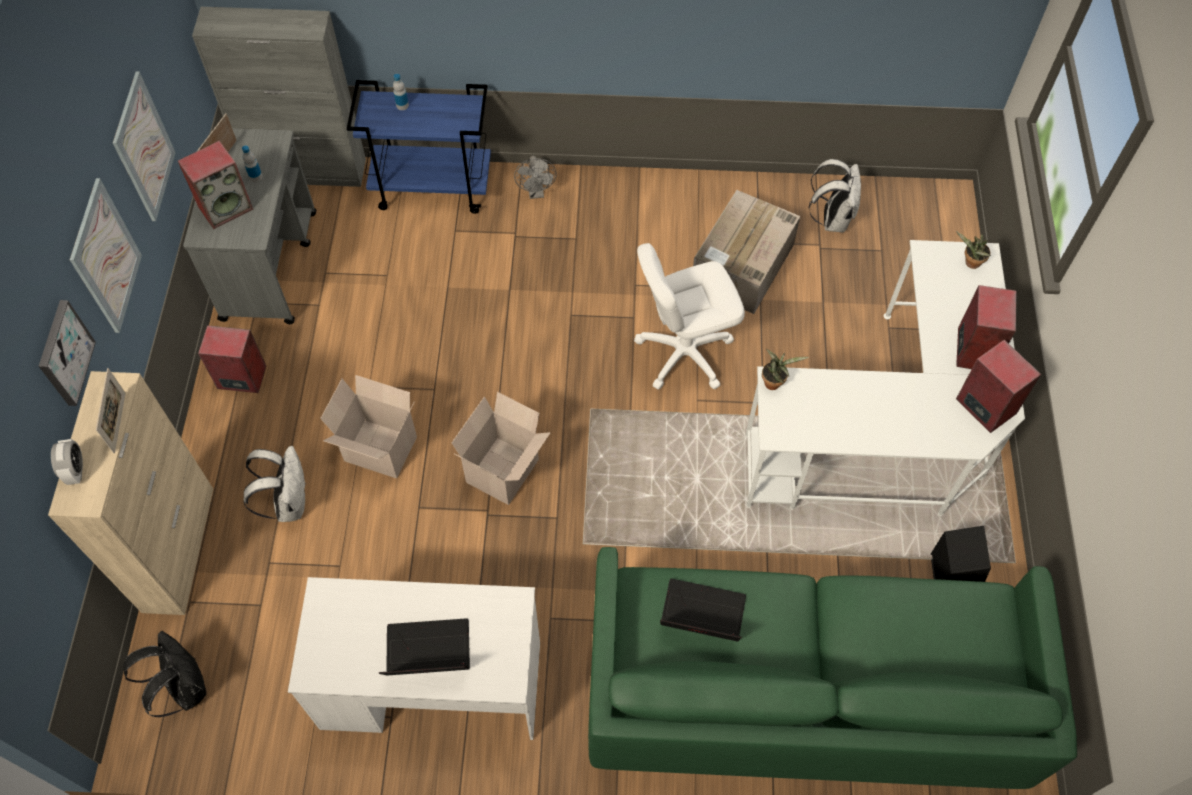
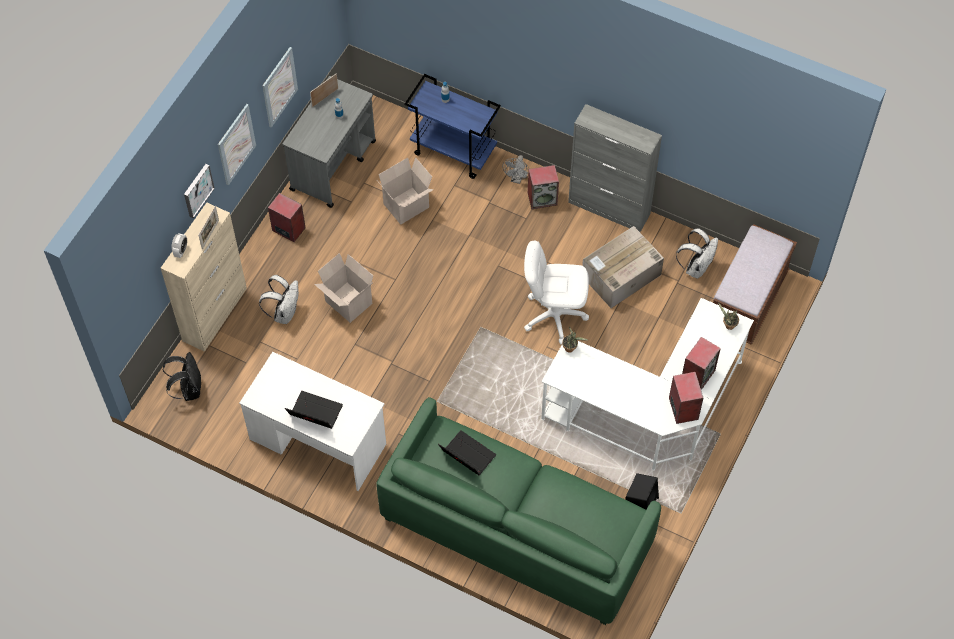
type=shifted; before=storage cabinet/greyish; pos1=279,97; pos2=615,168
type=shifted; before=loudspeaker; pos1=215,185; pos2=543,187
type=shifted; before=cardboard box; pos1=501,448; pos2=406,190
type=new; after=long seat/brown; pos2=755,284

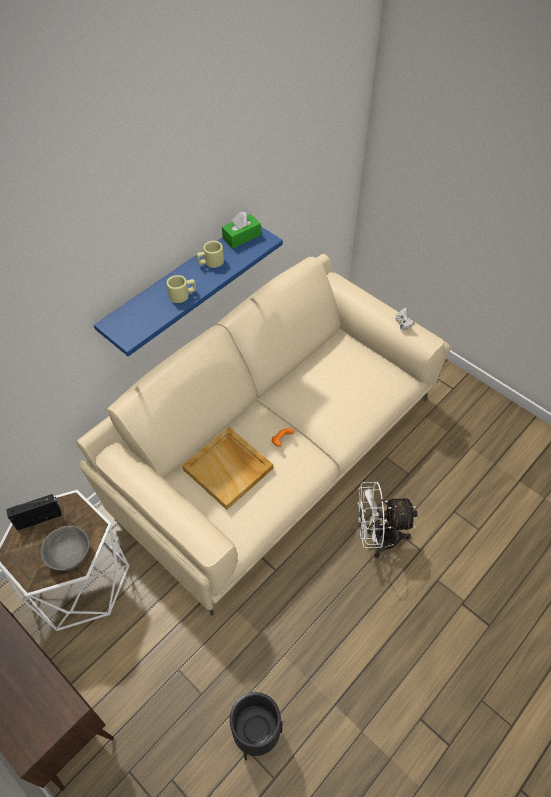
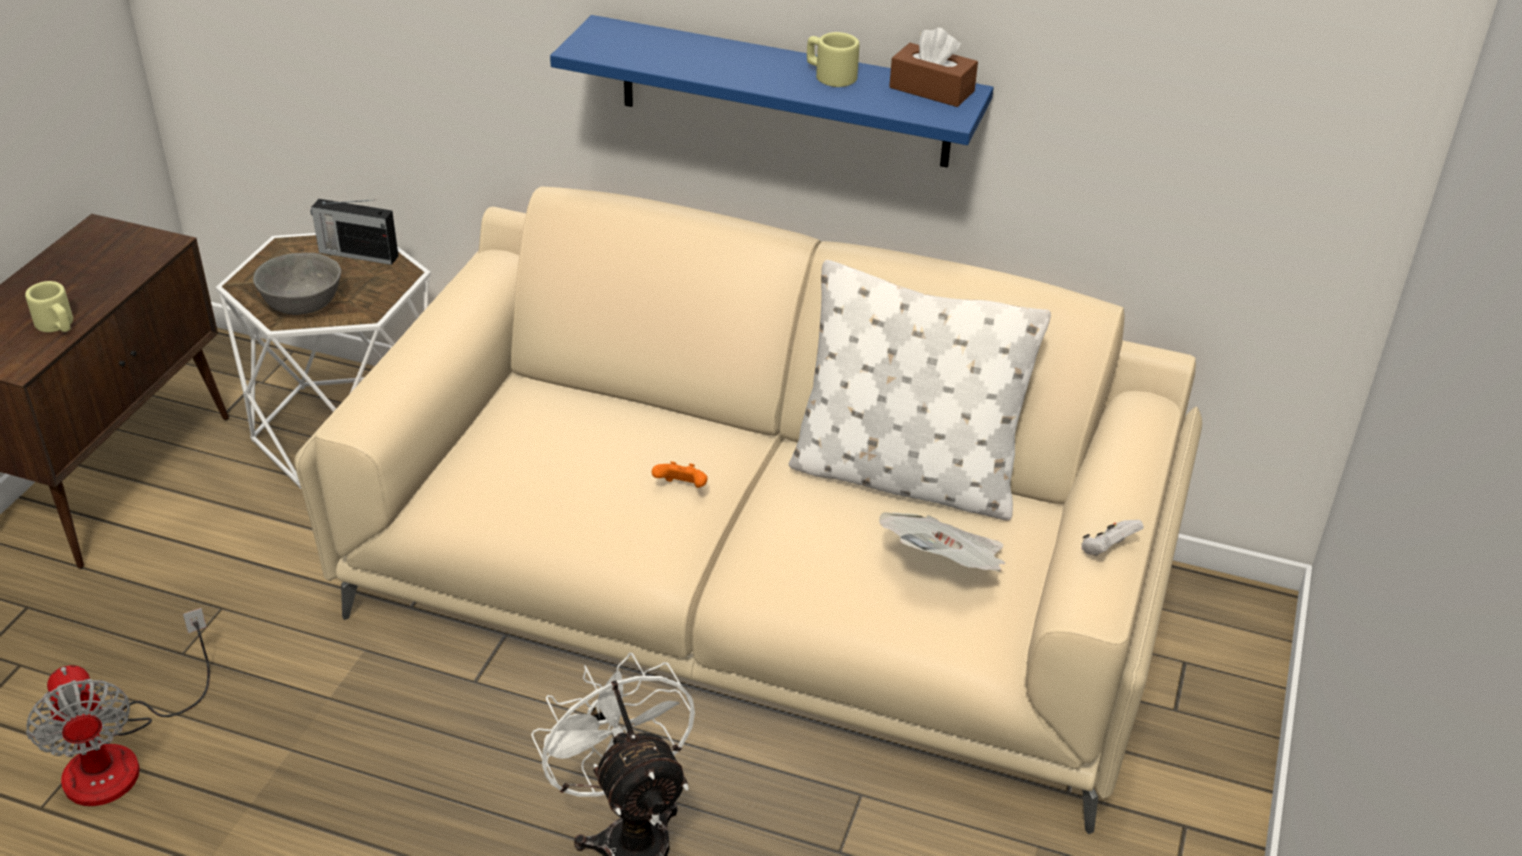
type=repainted; before=box of tissues/greenish; after=box of tissues/brown; pos1=241,230; pos2=933,67
type=shifted; before=coffee mug/beige-coloured; pos1=181,289; pos2=49,306
type=gone; before=tray/beige-coloured; pos1=227,468
type=rotated; before=radio; pos1=34,512; pos2=354,232; turn=150
type=swapped; before=plant pot/black-coloured; after=electric fan; pos1=256,726; pos2=118,707
type=new; after=cushion/white; pos2=920,390
type=new; after=daily paper; pos2=942,542

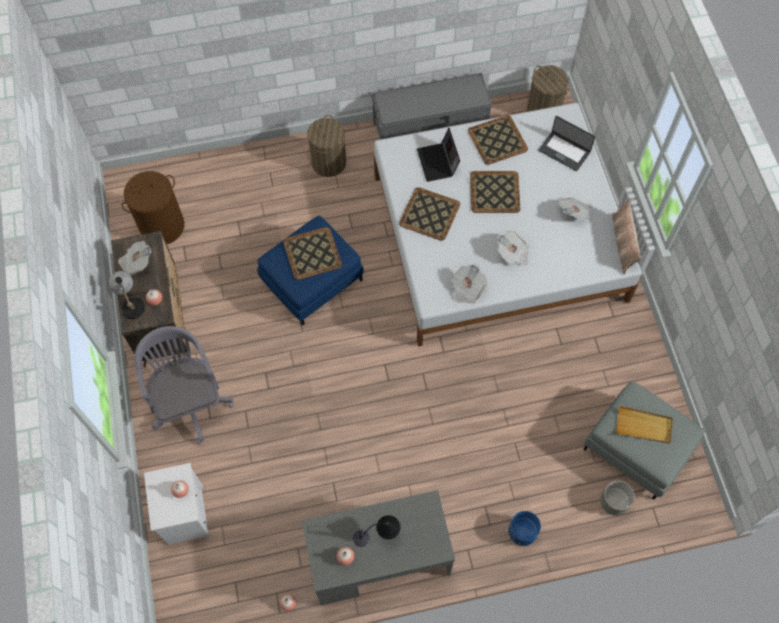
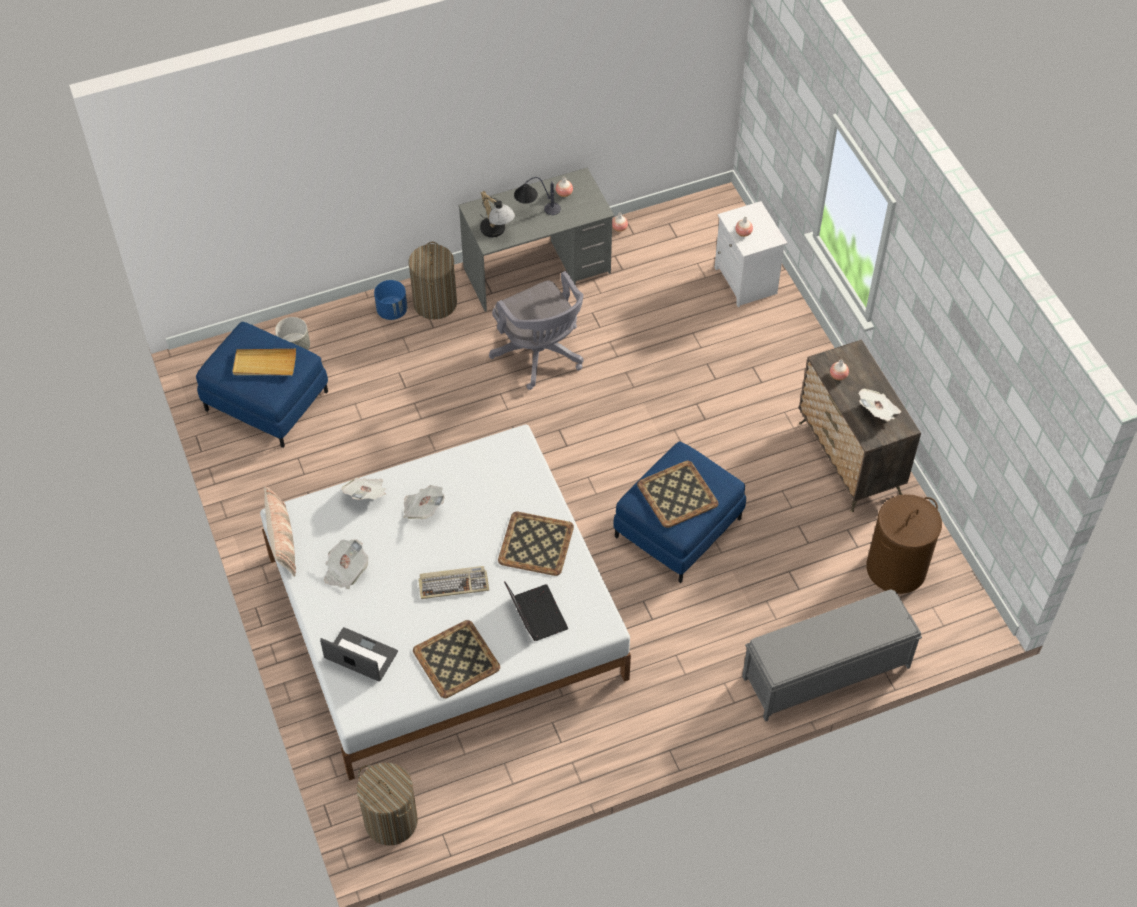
type=shifted; before=long seat/greyish; pos1=431,106; pos2=832,655
type=shifted; before=laundry basket; pos1=326,146; pos2=432,281
type=swapped; before=tray; after=keyboard; pos1=495,192; pos2=453,582
type=shifted; before=daily paper; pos1=469,283; pos2=364,489
type=shifted; before=table lamp; pos1=126,298; pos2=497,214
type=shifted; before=desk chair/greyish; pos1=184,385; pos2=536,330
type=repainted; before=ottoman/greyish; after=ottoman/blue-coloured; pos1=644,440; pos2=262,385

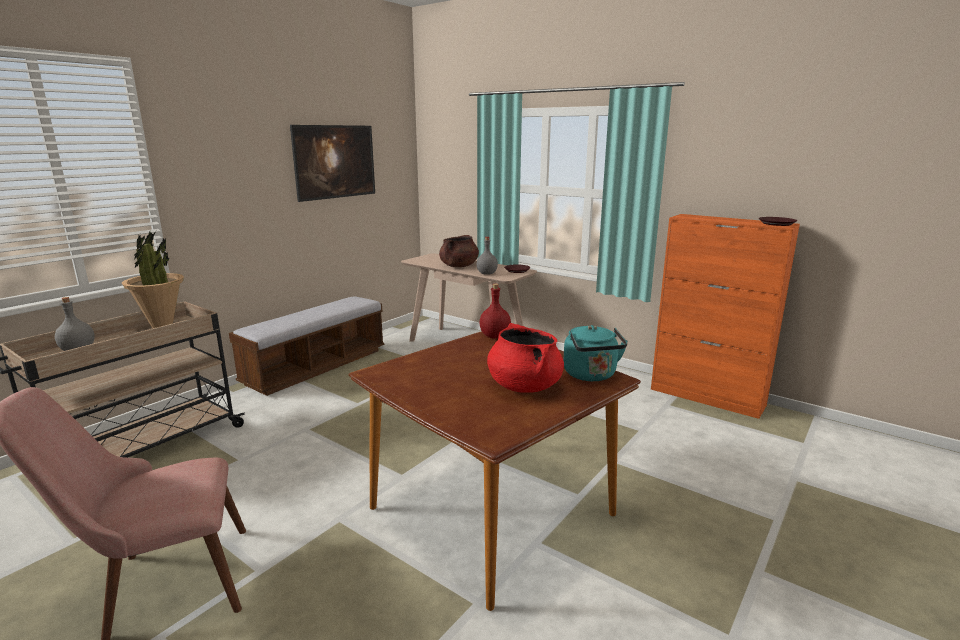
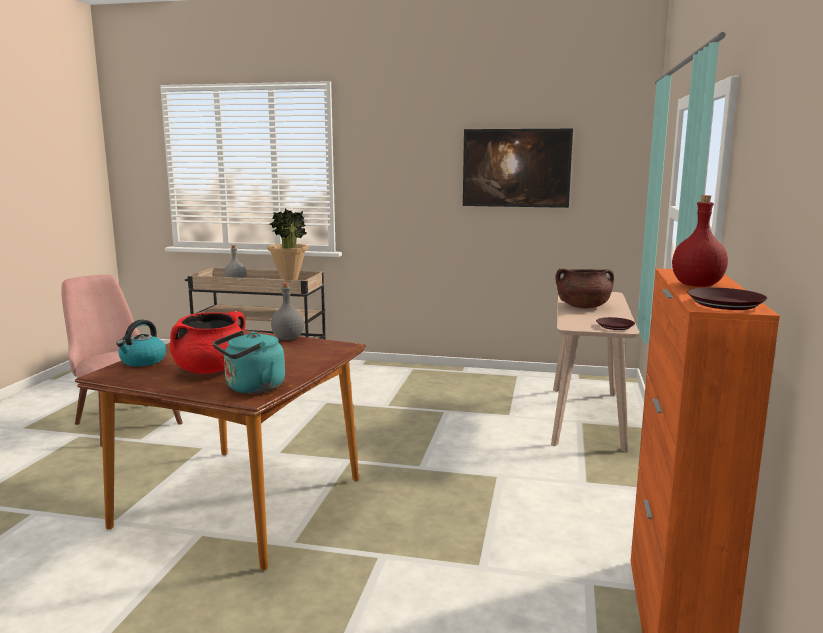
type=shifted; before=bottle/greyish; pos1=487,256; pos2=287,311
type=shifted; before=bottle/reddish; pos1=495,311; pos2=700,241
type=gone; before=long seat; pos1=306,346
type=new; after=water kettle; pos2=141,343

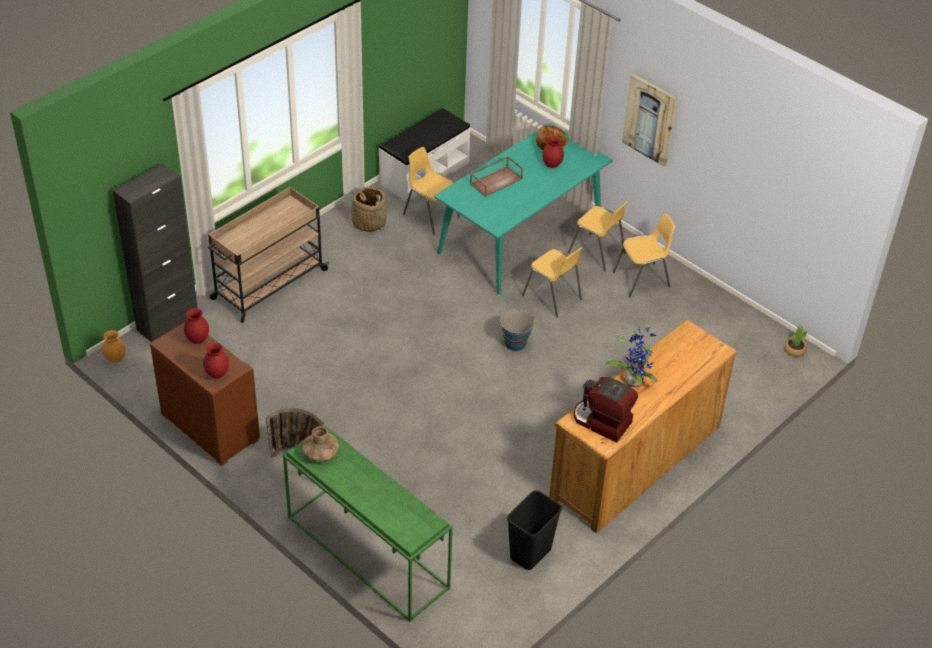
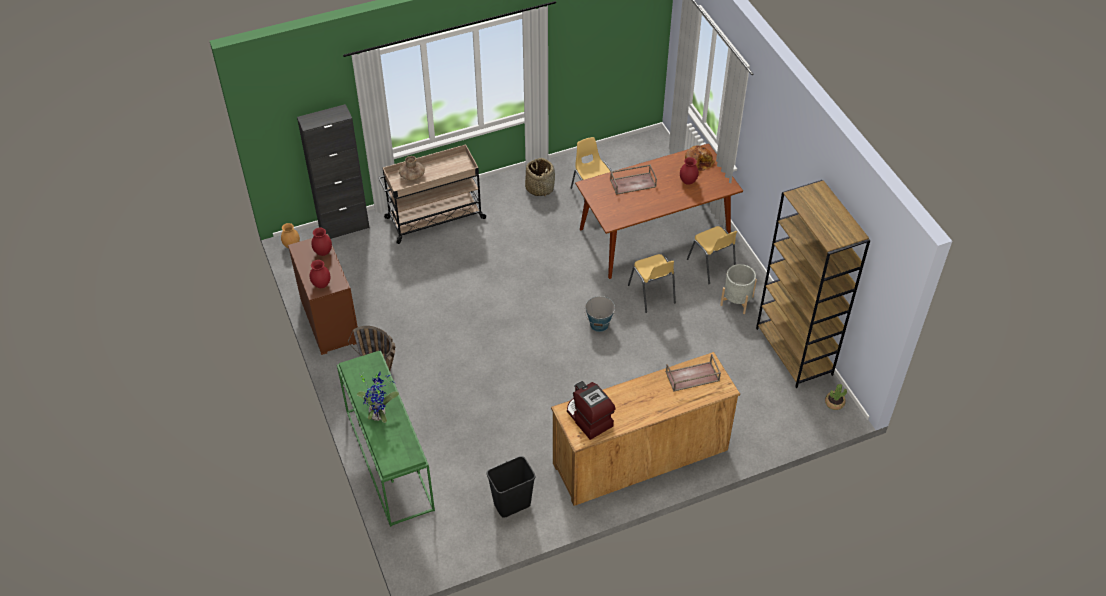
type=gone; before=picture; pos1=649,120
type=gone; before=long seat/white; pos1=425,155
type=repainted; before=kitchen table/blue-green; after=kitchen table/brown; pos1=523,209; pos2=659,211
type=swapped; before=plain chair/yellowish; after=plant pot/greyish; pos1=644,255; pos2=738,289
type=shifted; before=plant in a pot; pos1=631,356; pos2=378,397
type=shifted; before=decorative vase/brown; pos1=320,443; pos2=412,168
type=new; after=bookcase/brown; pos2=813,284
type=new; after=tray/brown; pos2=693,373

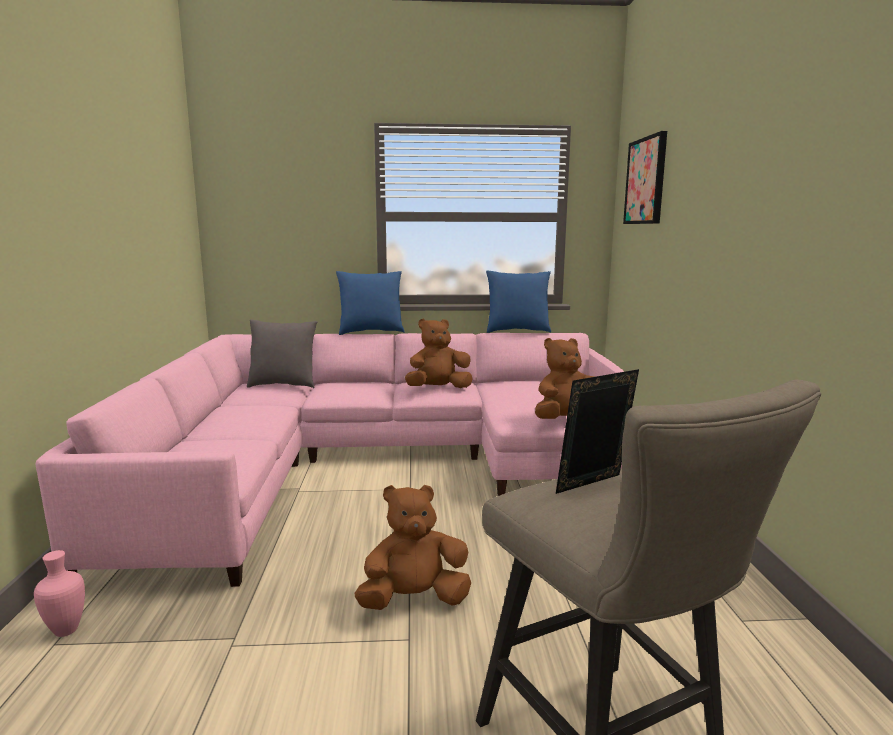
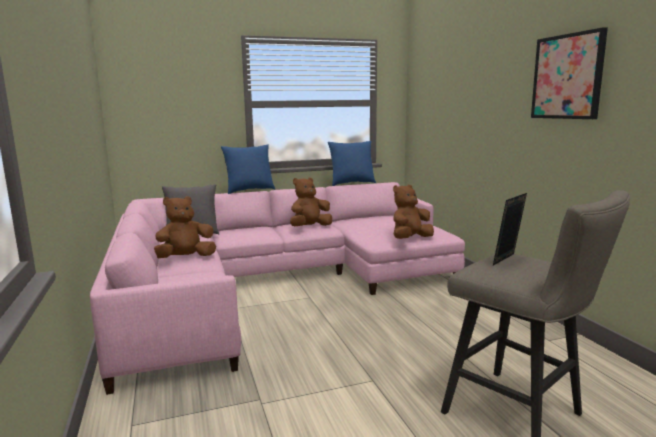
type=shifted; before=picture; pos1=645,177; pos2=569,73
type=shifted; before=plush toy/brown; pos1=412,547; pos2=185,227
type=gone; before=decorative vase/pink; pos1=59,593

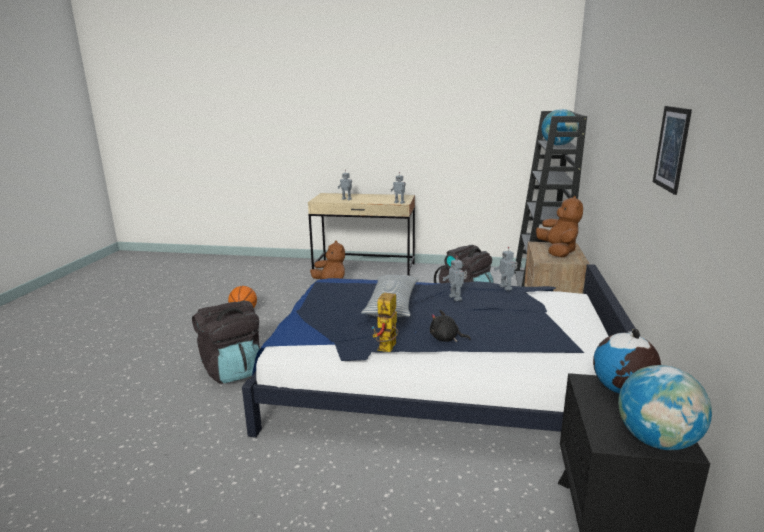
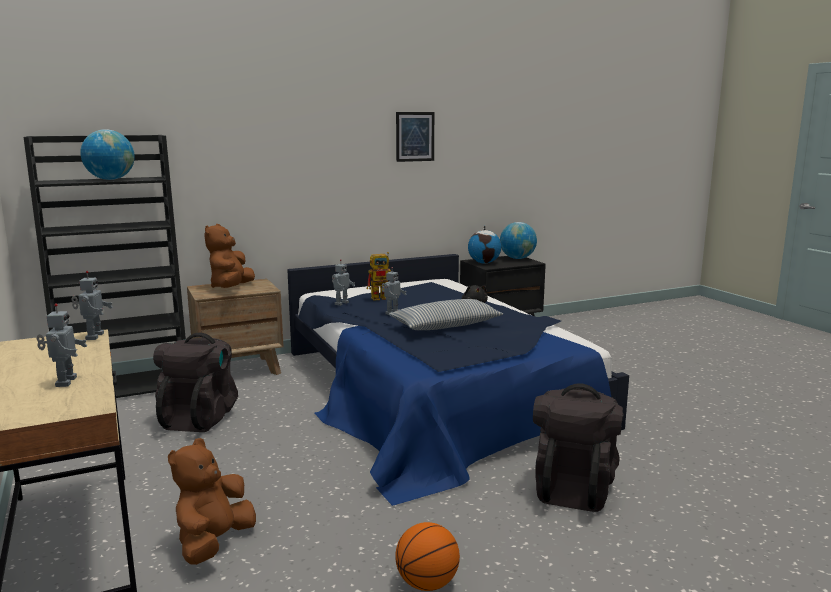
type=rotated; before=plush toy/brown; pos1=559,226; pos2=229,256; turn=-45
type=shifted; before=robot figure; pos1=385,322; pos2=378,276

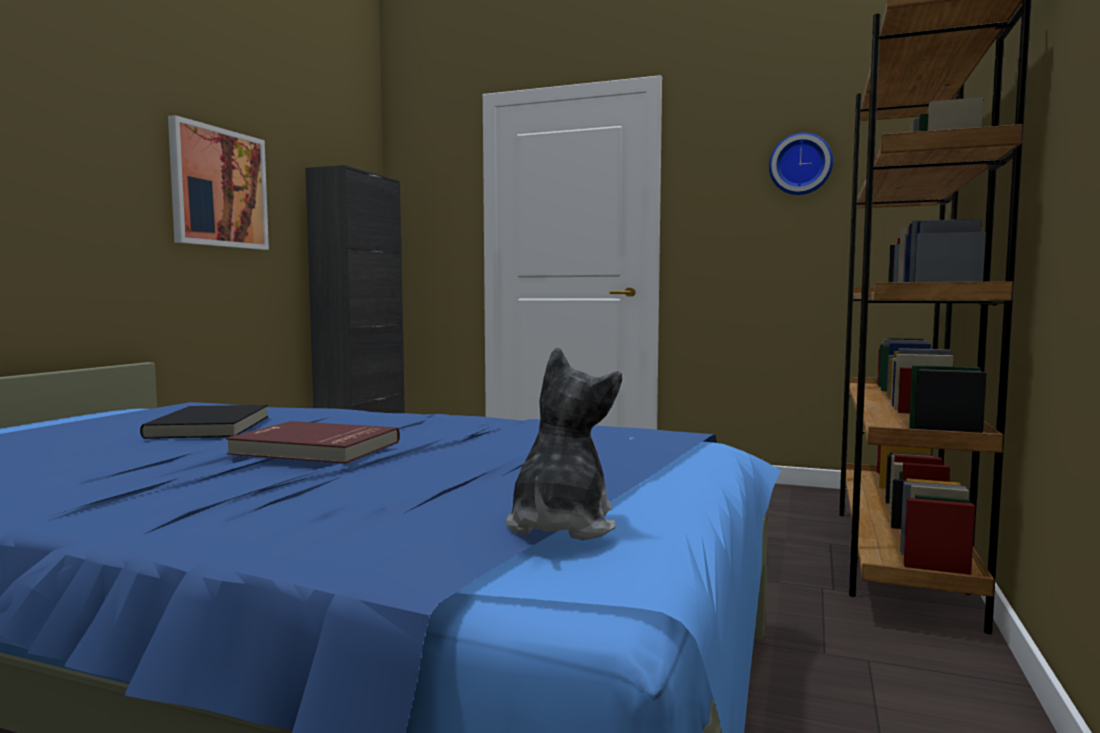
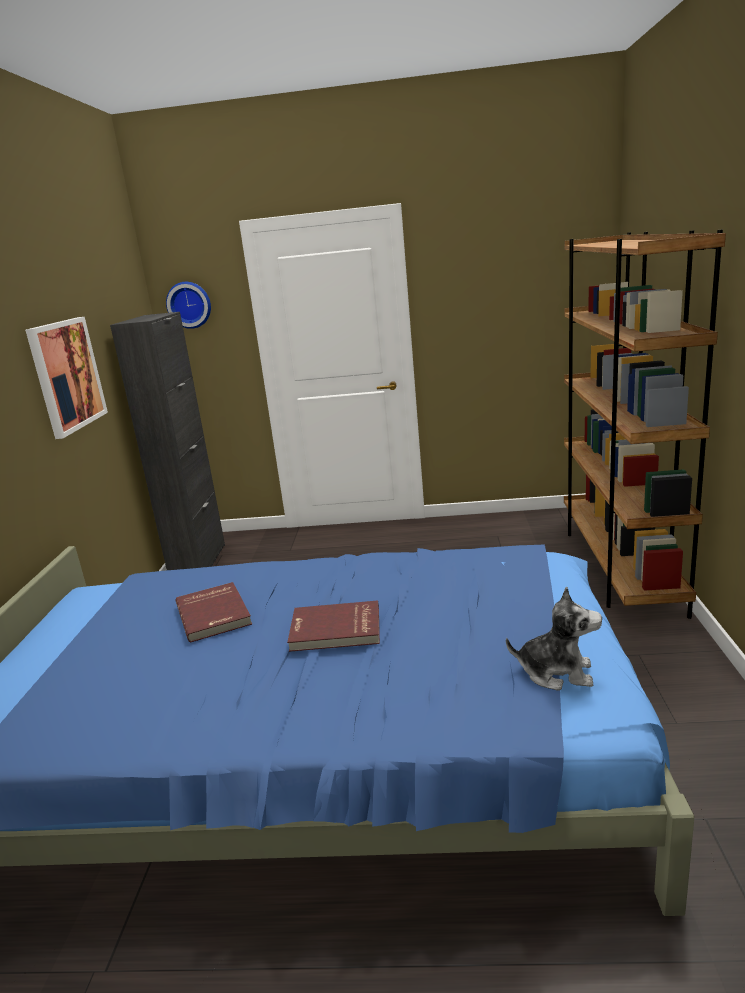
type=shifted; before=wall clock; pos1=801,164; pos2=188,305
type=rotated; before=plush toy; pos1=564,443; pos2=554,639; turn=105
type=repainted; before=volume/black-coloured; after=volume/reddish; pos1=204,422; pos2=214,612

